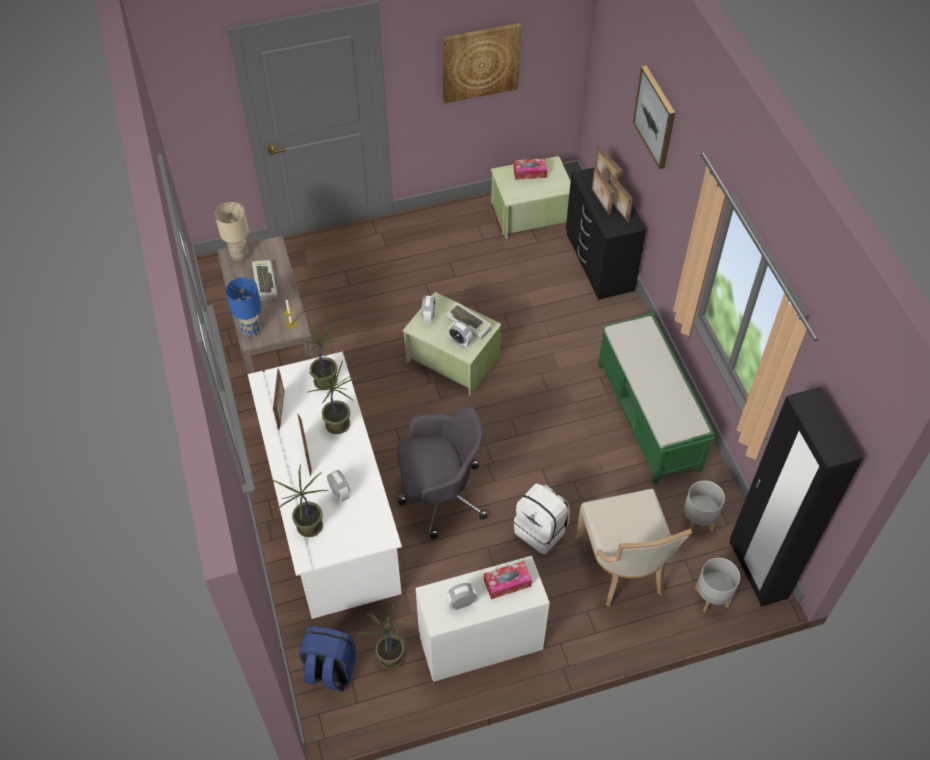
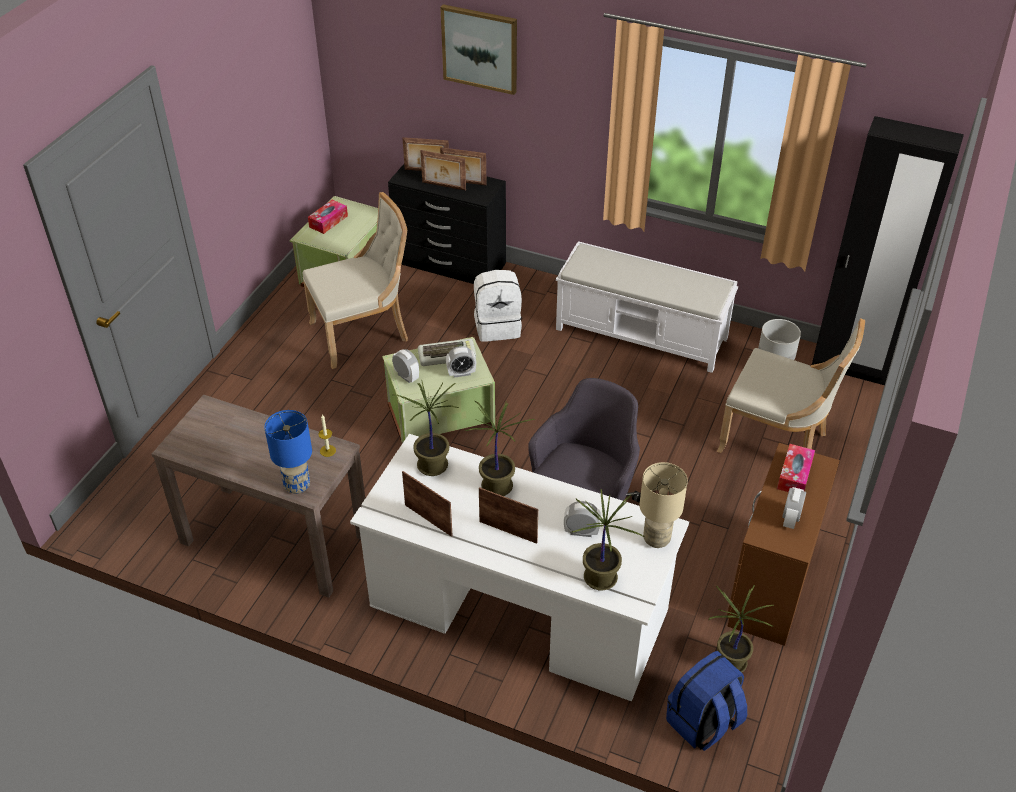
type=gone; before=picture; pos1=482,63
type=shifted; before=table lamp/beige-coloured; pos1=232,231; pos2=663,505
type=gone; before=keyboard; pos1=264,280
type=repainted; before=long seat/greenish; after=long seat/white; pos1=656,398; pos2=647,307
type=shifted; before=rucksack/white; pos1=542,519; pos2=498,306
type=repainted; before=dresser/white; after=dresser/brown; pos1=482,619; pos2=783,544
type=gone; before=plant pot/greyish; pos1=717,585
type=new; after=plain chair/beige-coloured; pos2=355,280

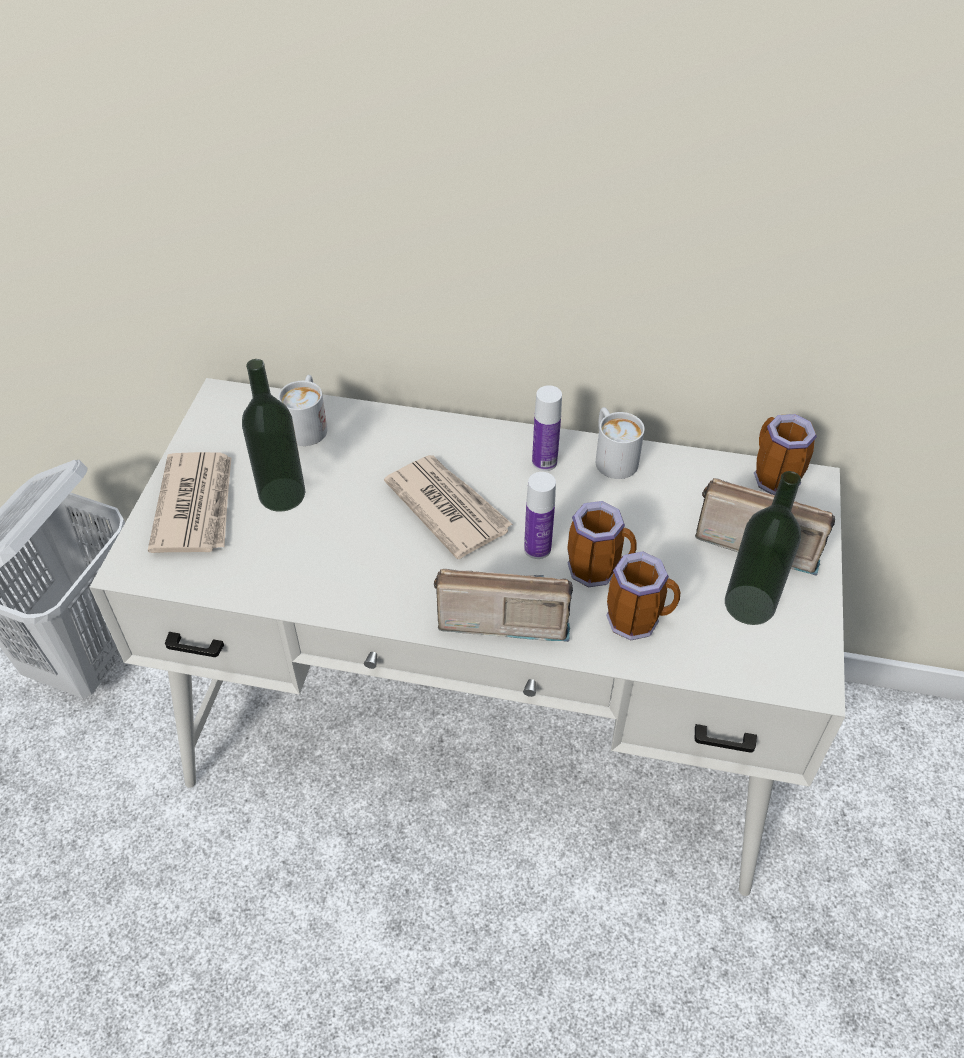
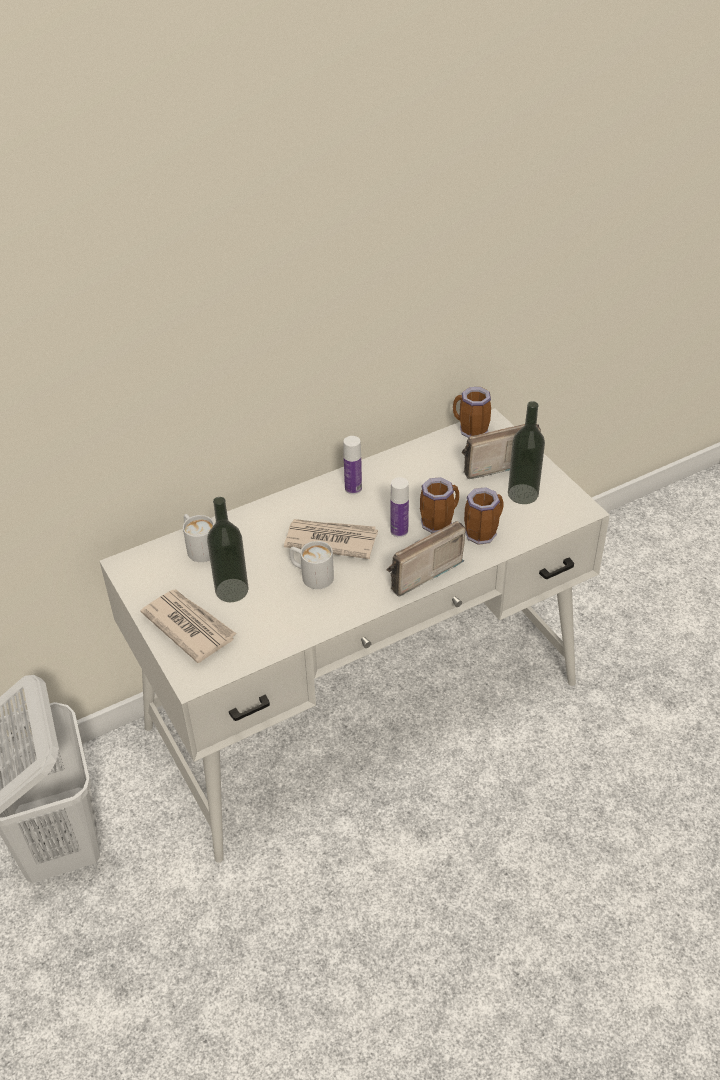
type=shifted; before=coffee mug/white; pos1=620,443; pos2=311,565

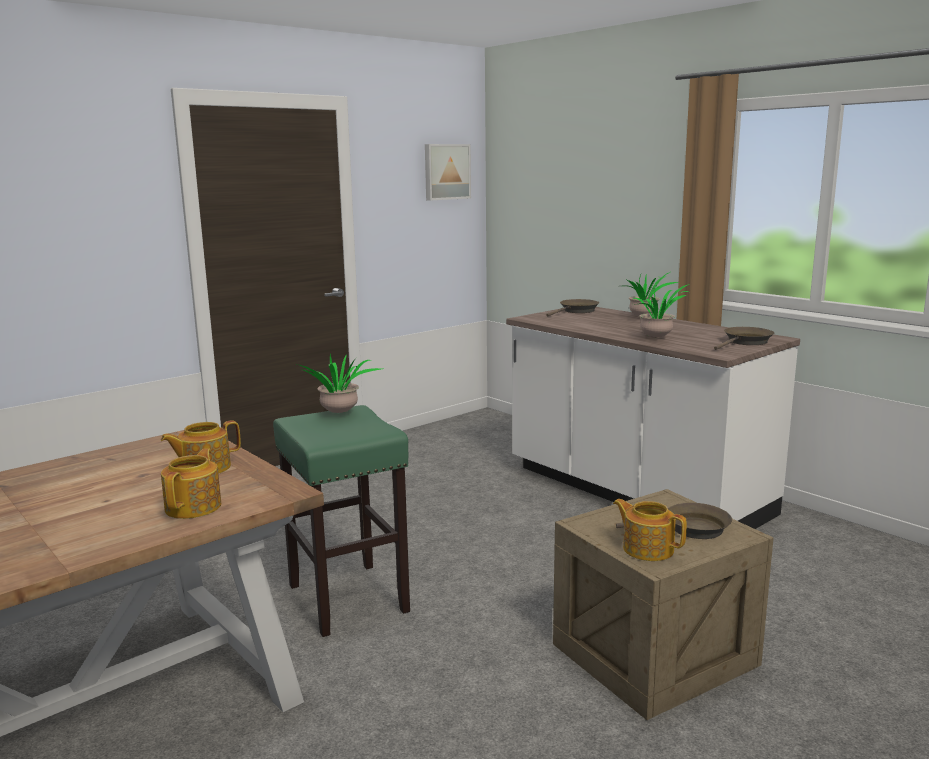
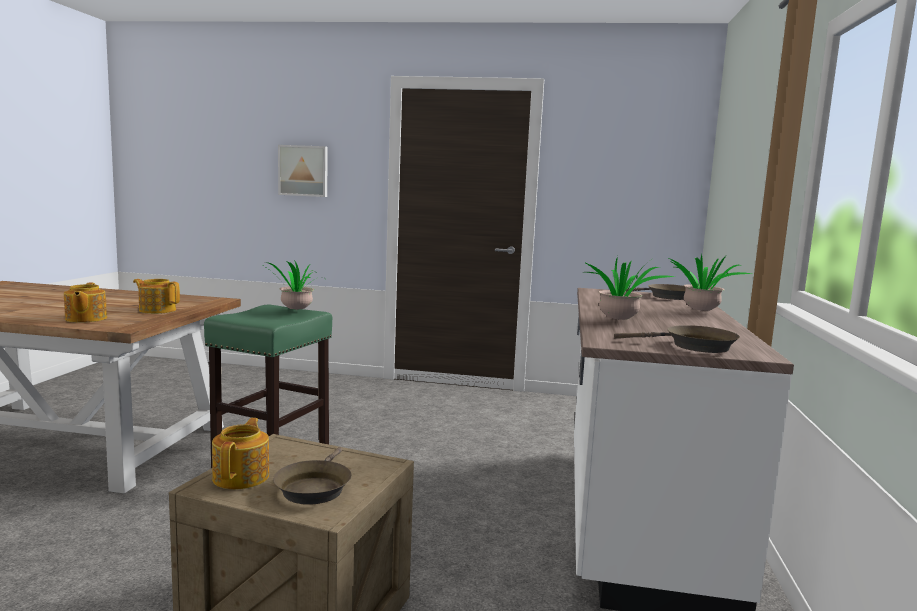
type=shifted; before=picture; pos1=448,172; pos2=303,171
type=rotated; before=teapot; pos1=191,483; pos2=85,303; turn=105
type=rotated; before=frying pan/brown; pos1=674,521; pos2=312,476; turn=45

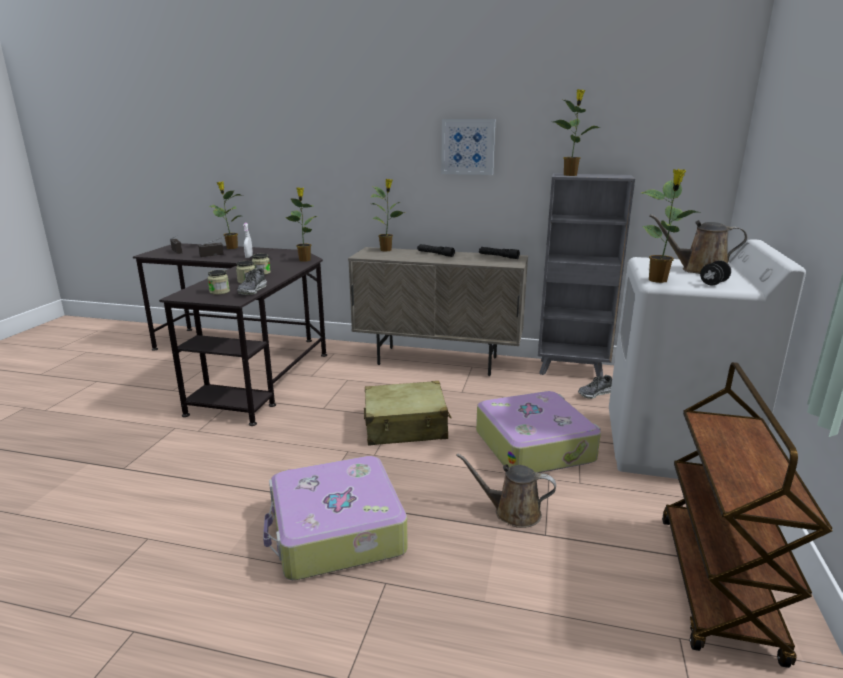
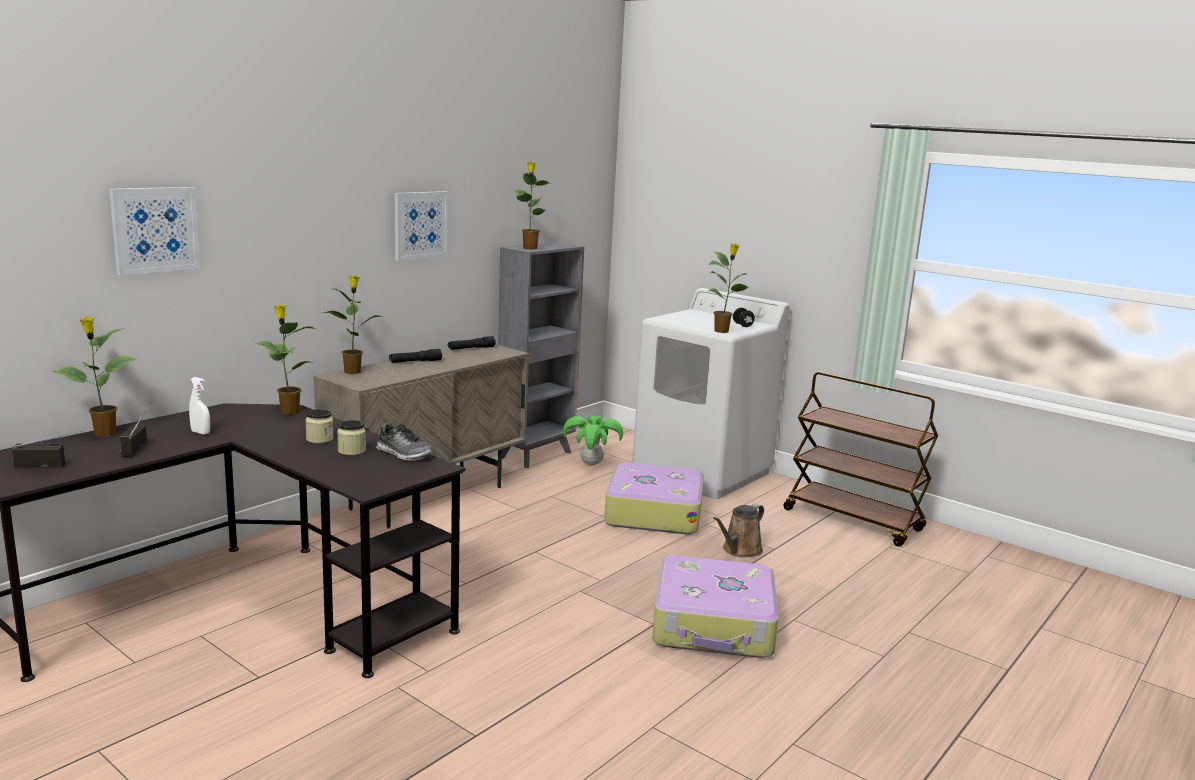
type=gone; before=watering pot/brown; pos1=698,244
type=gone; before=storage jar; pos1=219,282
type=swapped; before=low shoe; after=plant in a pot; pos1=595,387; pos2=593,440
type=gone; before=piece of luggage/beige-coloured; pos1=408,413
type=new; after=picture; pos2=154,231

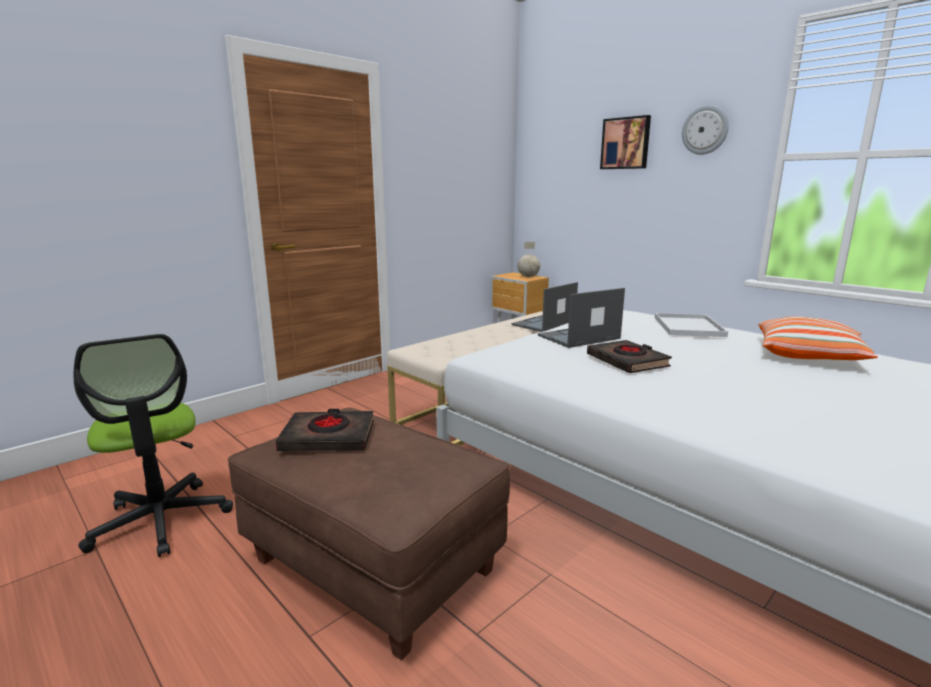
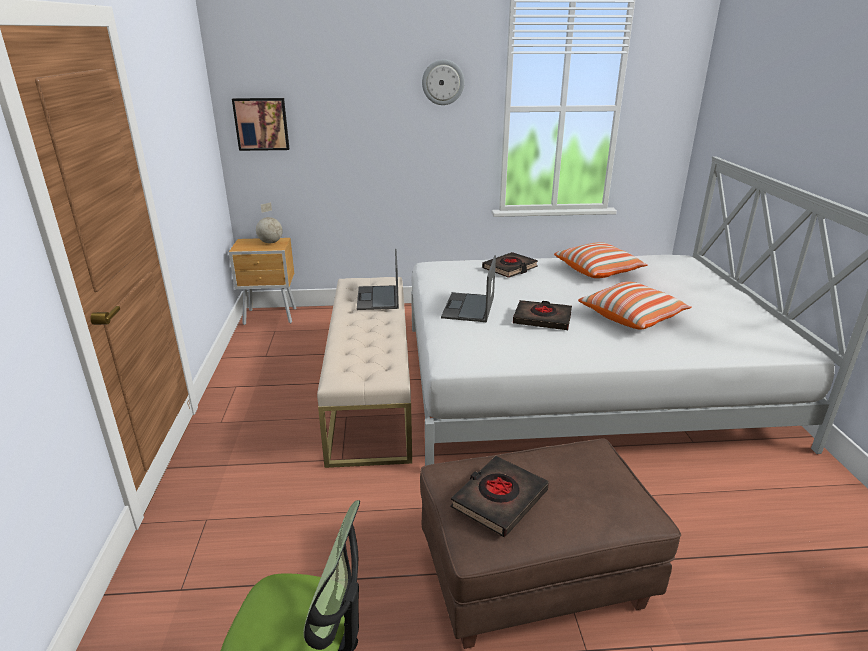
type=shifted; before=picture; pos1=625,142; pos2=260,124
type=swapped; before=tray/white; after=volume/black-coloured; pos1=691,325; pos2=510,265
type=new; after=cushion; pos2=635,305

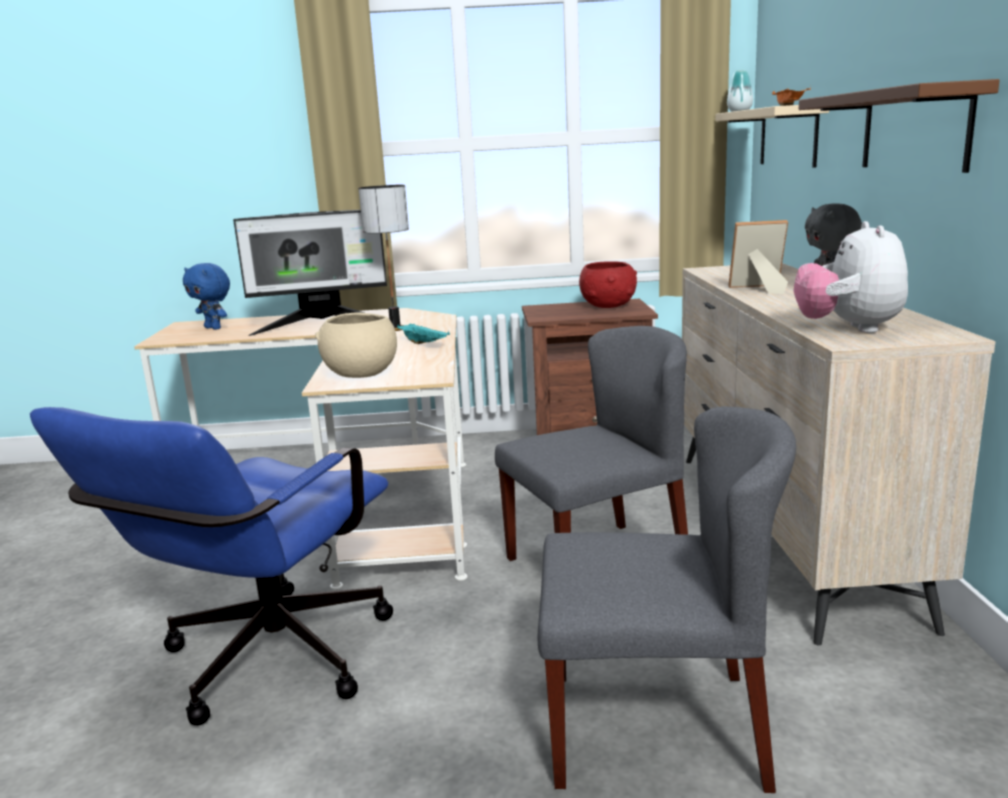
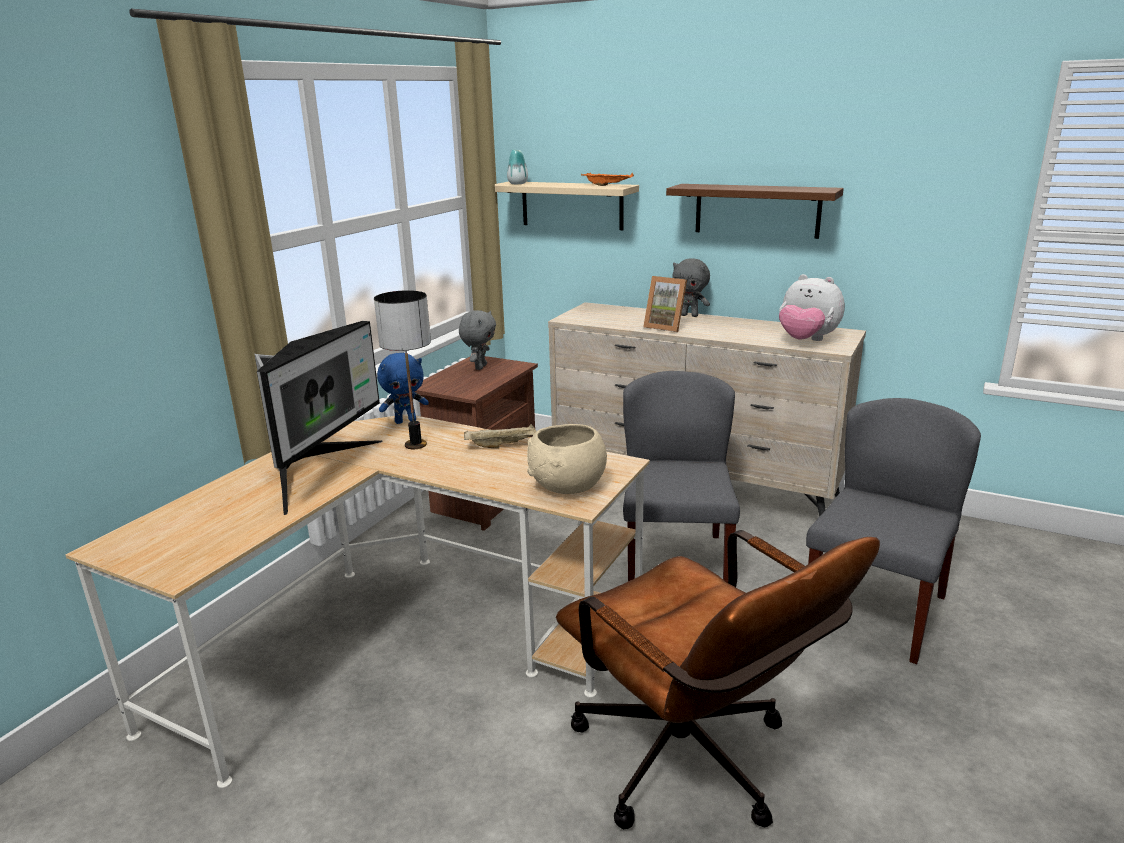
type=rotated; before=picture frame; pos1=758,257; pos2=665,304; turn=-90
type=swapped; before=deep dish/reddish; after=plush toy/greyish; pos1=608,284; pos2=477,340
type=shifted; before=plush toy/blue-coloured; pos1=206,296; pos2=403,388
type=repainted; before=tray/blue-green; after=tray/beige-coloured; pos1=423,333; pos2=500,436
type=repainted; before=desk chair/blue-coloured; after=desk chair/brown; pos1=211,566; pos2=718,679

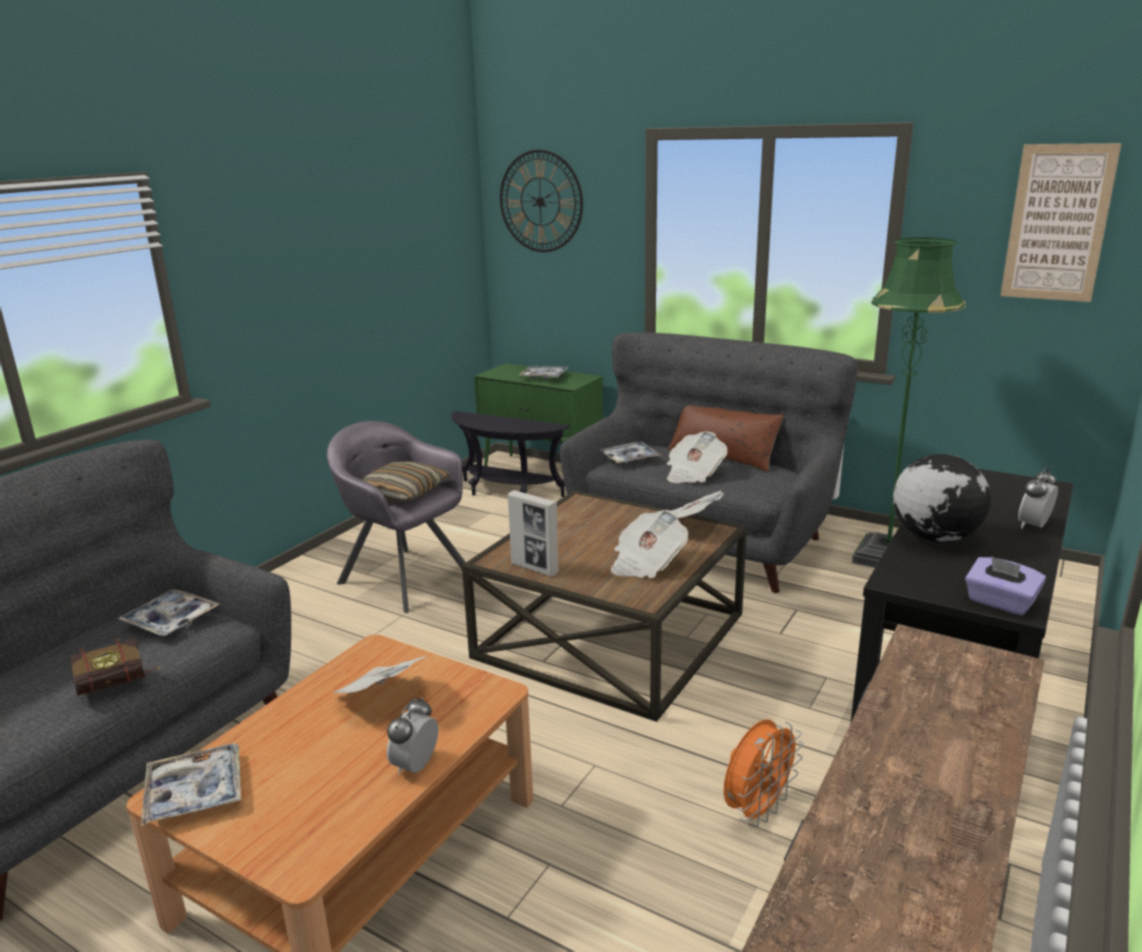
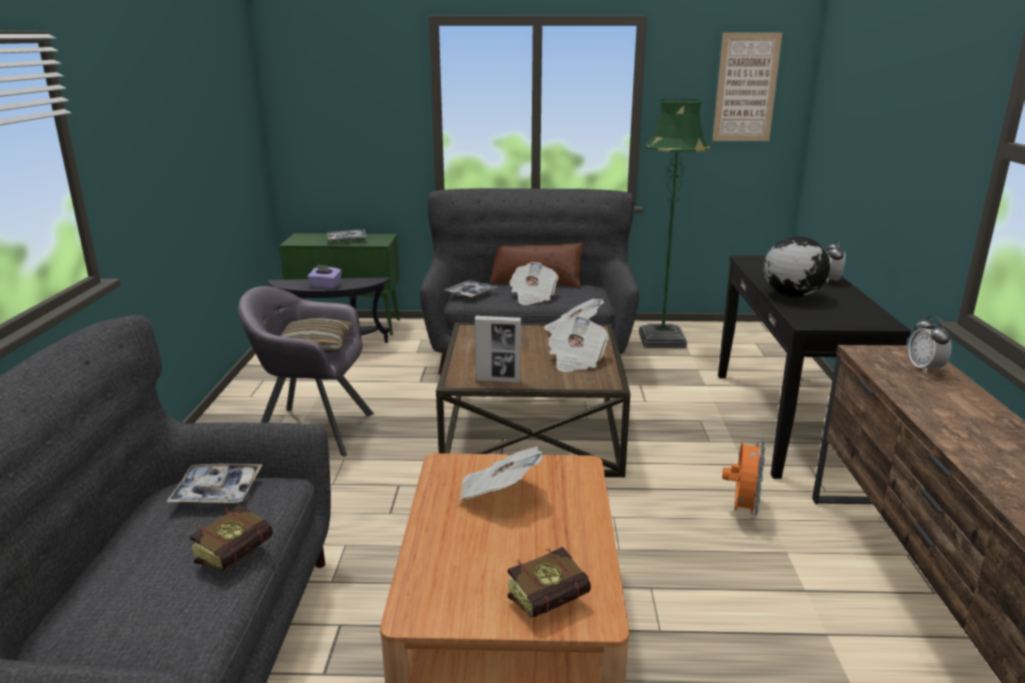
type=gone; before=wall clock; pos1=541,201
type=shifted; before=box of tissues/purple; pos1=1005,586; pos2=325,276
type=shifted; before=table clock; pos1=412,736; pos2=930,344
type=gone; before=tray; pos1=191,784
type=new; after=volume; pos2=549,582

